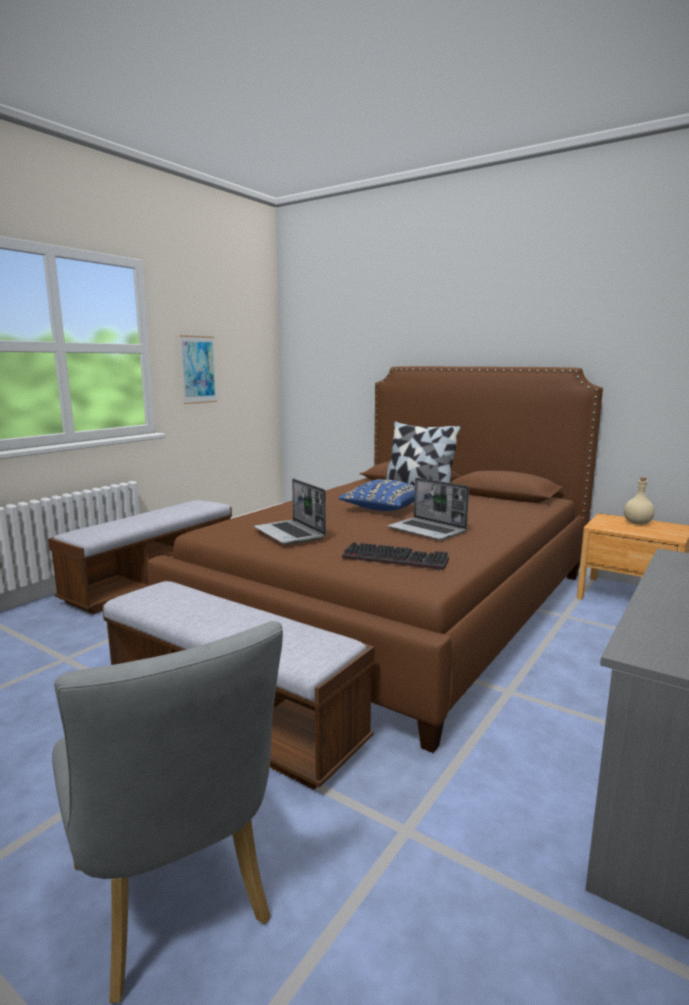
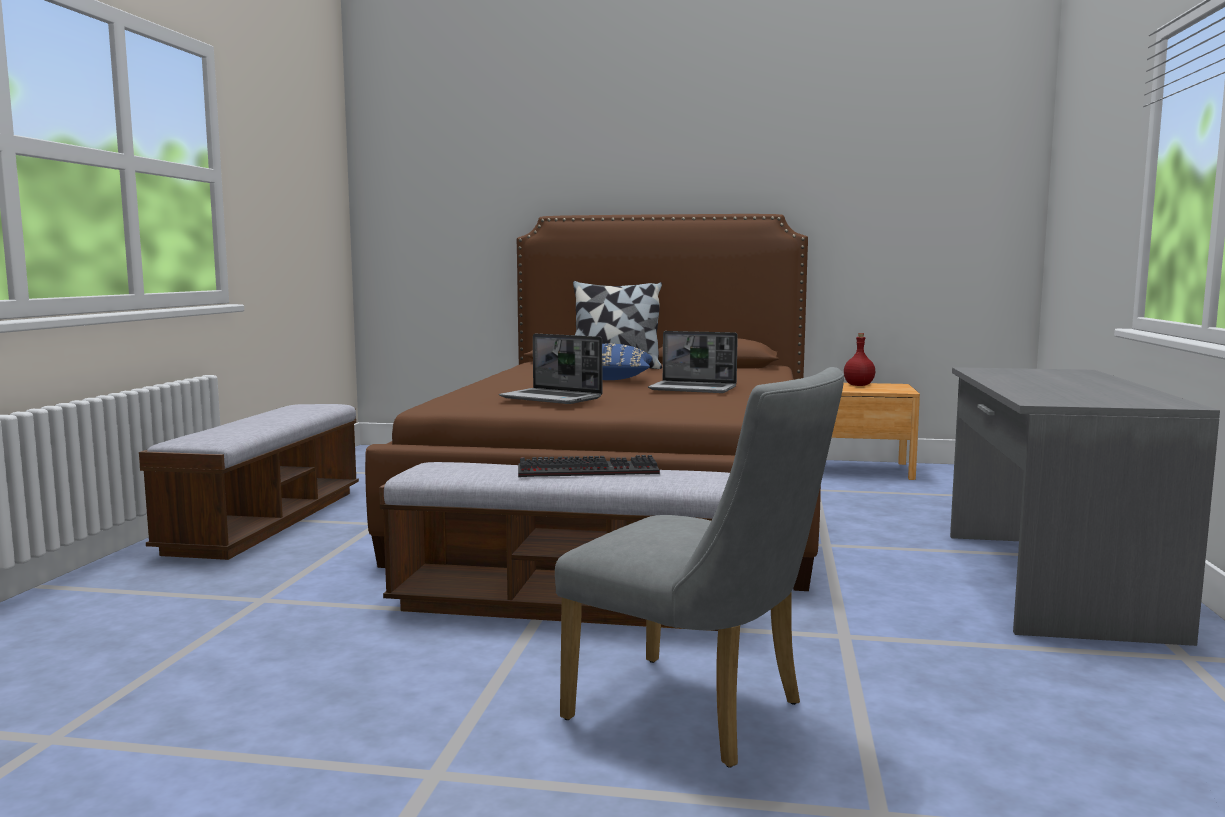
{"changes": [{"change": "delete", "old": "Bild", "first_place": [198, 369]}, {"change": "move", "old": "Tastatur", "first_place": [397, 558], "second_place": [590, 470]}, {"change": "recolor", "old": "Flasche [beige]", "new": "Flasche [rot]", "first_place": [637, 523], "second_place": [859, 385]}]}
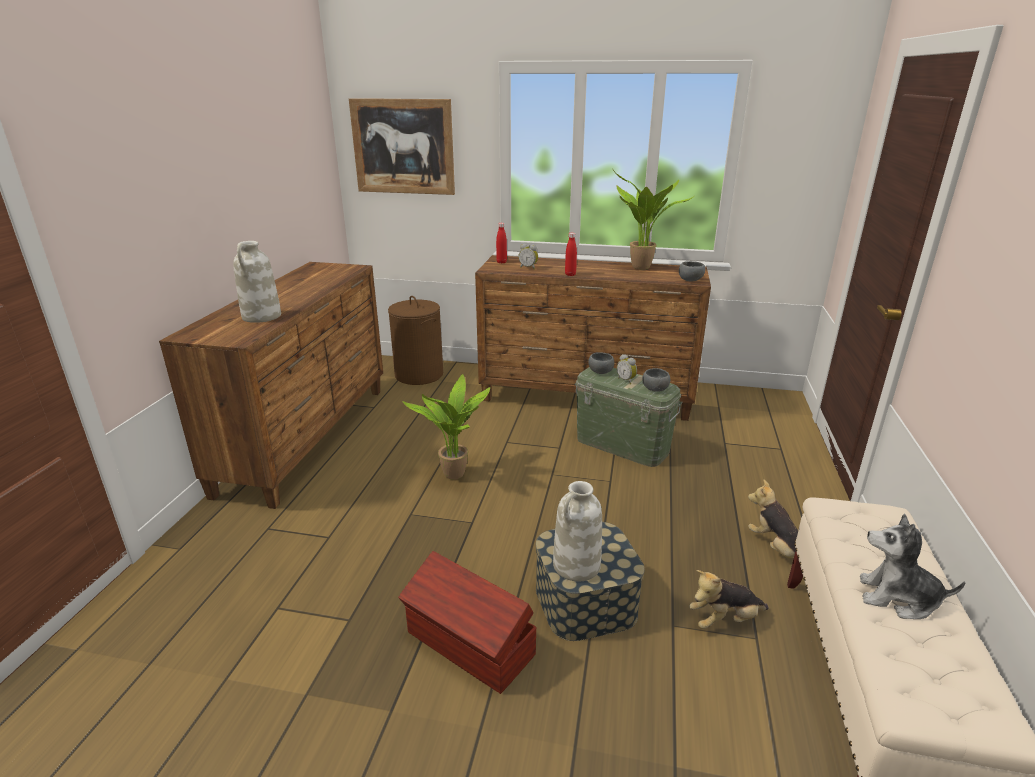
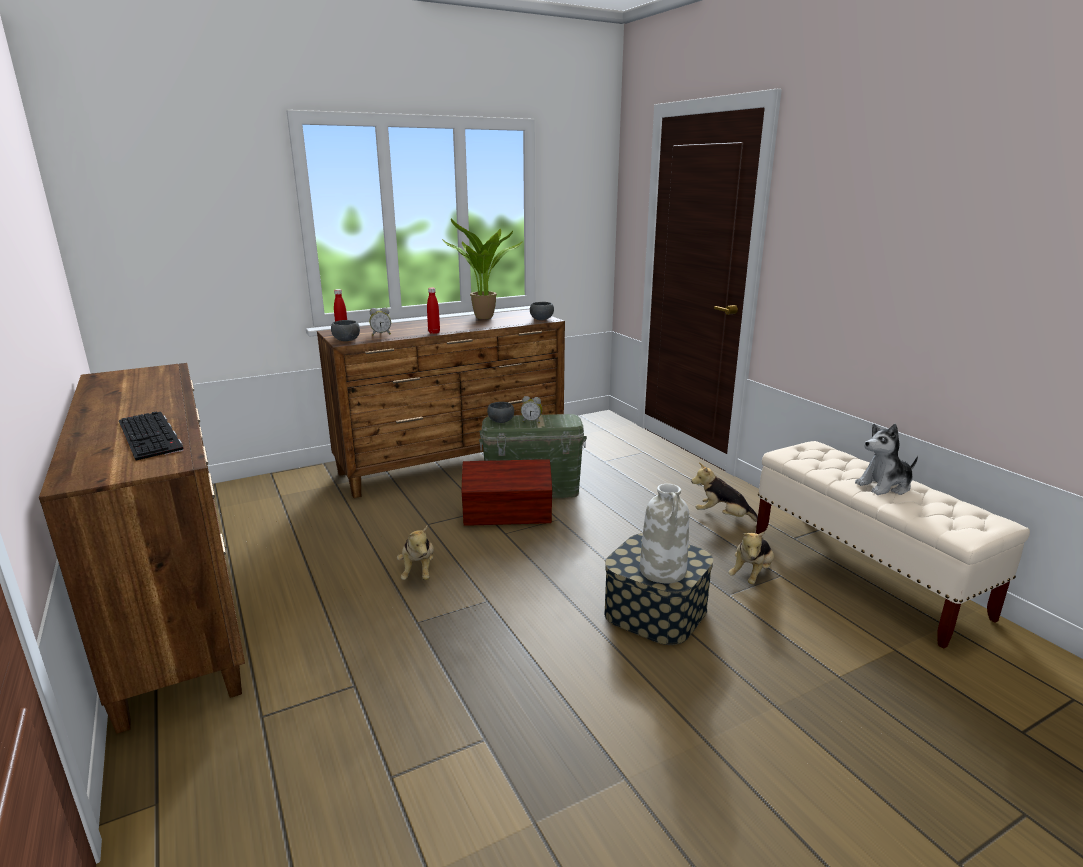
{"changes": [{"change": "delete", "old": "Bild", "first_place": [403, 147]}, {"change": "delete", "old": "Wäschekorb [braun]", "first_place": [419, 375]}, {"change": "move", "old": "Aufbewahrungsbox [braun]", "first_place": [470, 645], "second_place": [508, 515]}, {"change": "move", "old": "Schüssel [grau]", "first_place": [654, 389], "second_place": [346, 340]}, {"change": "replace", "old": "Vase [weiß]", "new": "Tastatur", "first_place": [262, 316], "second_place": [152, 435]}, {"change": "replace", "old": "Topfpflanze", "new": "Plüschtier", "first_place": [456, 476], "second_place": [418, 571]}]}
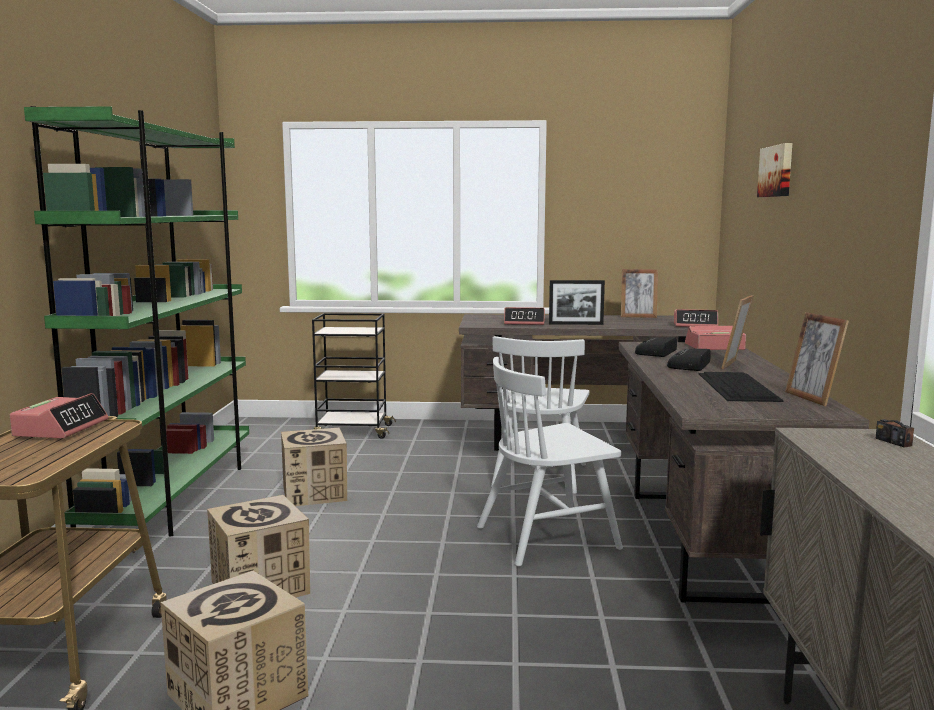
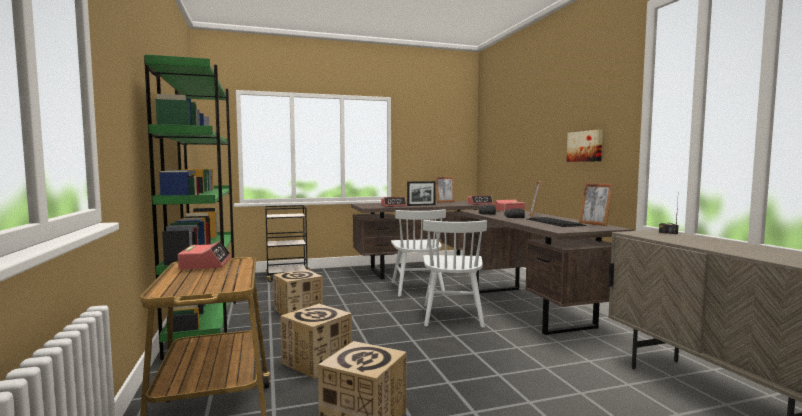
{"changes": [{"change": "move", "old": "Bild", "first_place": [777, 171], "second_place": [585, 146]}, {"change": "rotate", "old": "Stuhl [weiß]", "first_place": [547, 537], "second_place": [452, 315], "degrees": -45}]}
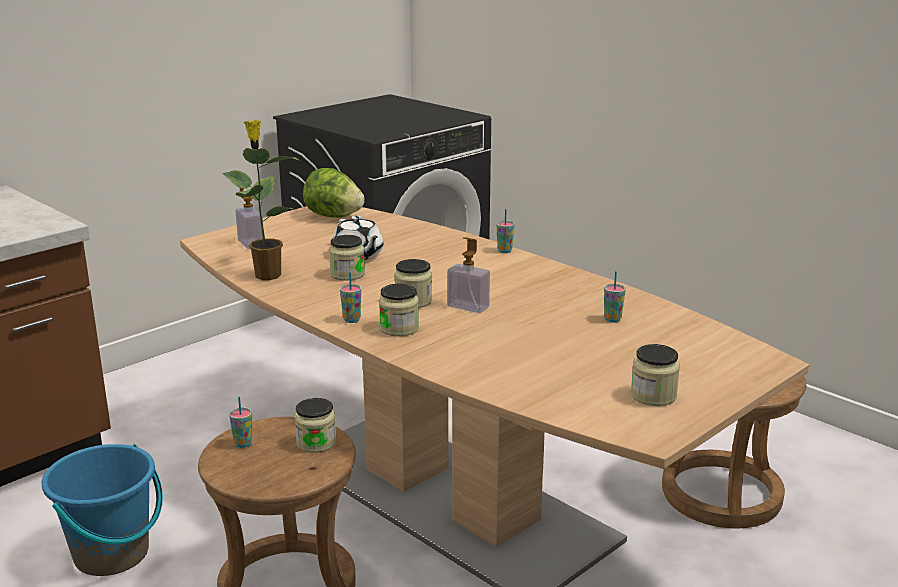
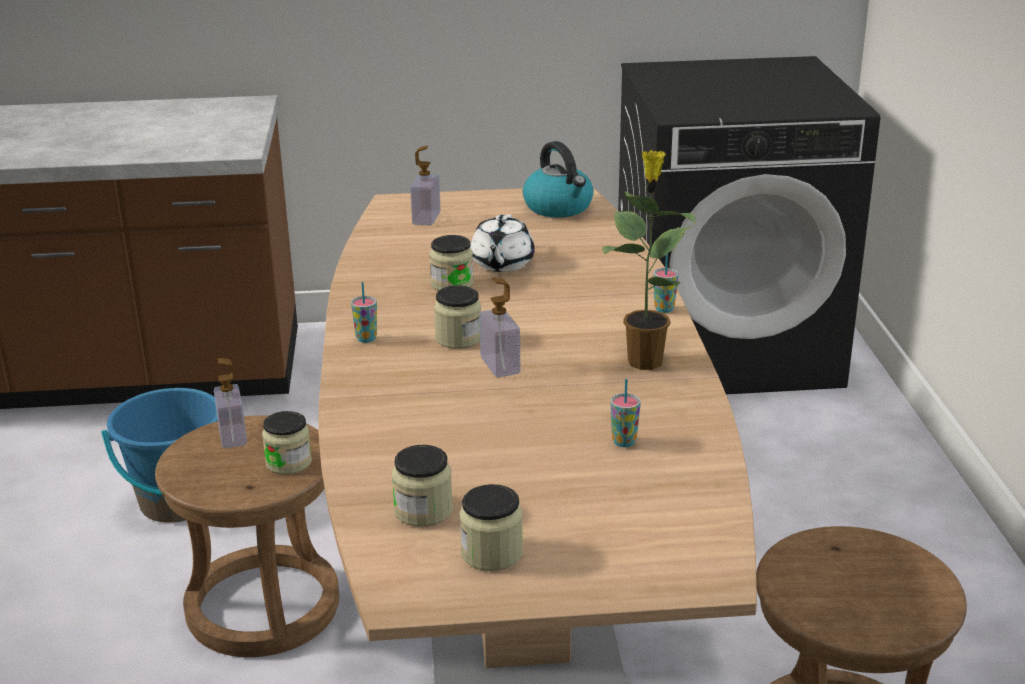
{"changes": [{"change": "move", "old": "Topfpflanze", "first_place": [267, 275], "second_place": [645, 360]}, {"change": "move", "old": "Vorratsglas", "first_place": [399, 328], "second_place": [423, 511]}, {"change": "replace", "old": "Tasse", "new": "Seifenspender", "first_place": [243, 444], "second_place": [233, 436]}, {"change": "replace", "old": "Salatkopf", "new": "Wasserkessel", "first_place": [333, 216], "second_place": [559, 207]}]}
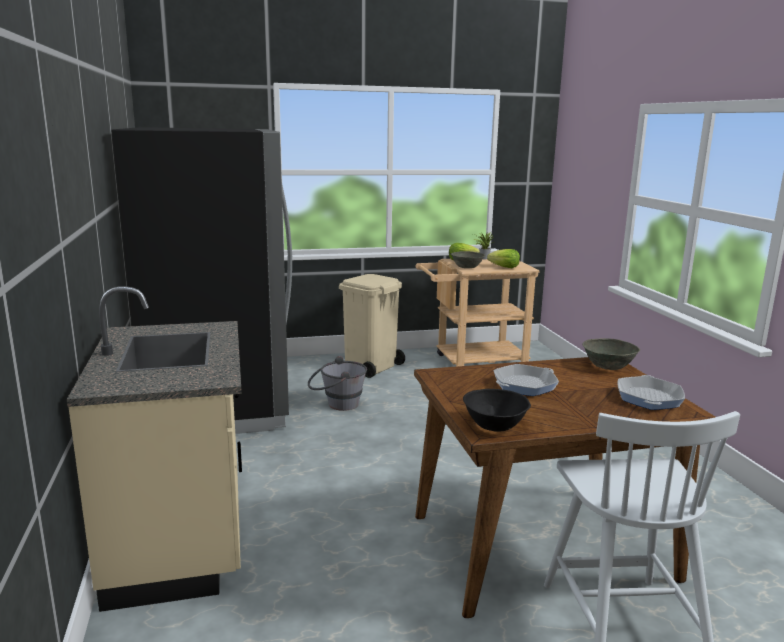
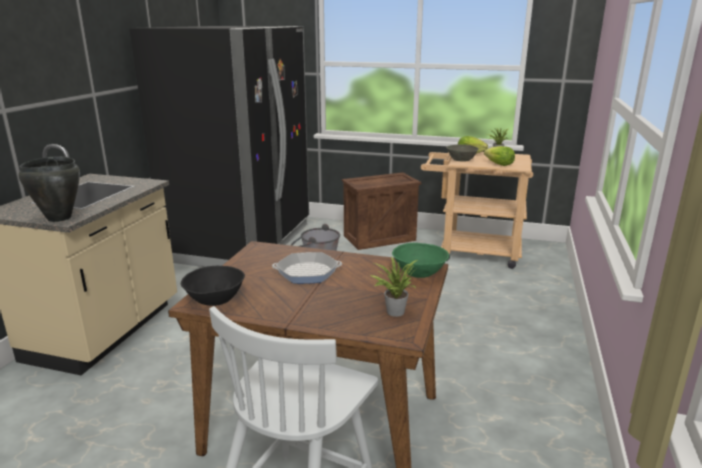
{"changes": [{"change": "insert", "new": "Kochtopf [schwarz]", "second_place": [58, 218]}, {"change": "replace", "old": "Mülleimer [beige]", "new": "Kiste", "first_place": [370, 367], "second_place": [379, 238]}, {"change": "replace", "old": "Pfanne", "new": "Topfpflanze", "first_place": [649, 398], "second_place": [393, 311]}, {"change": "recolor", "old": "Schüssel [grau]", "new": "Schüssel [grün]", "first_place": [608, 365], "second_place": [419, 272]}]}
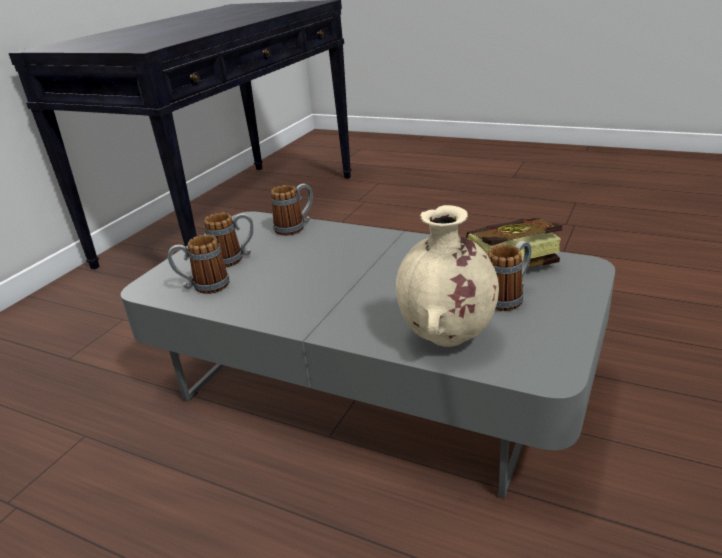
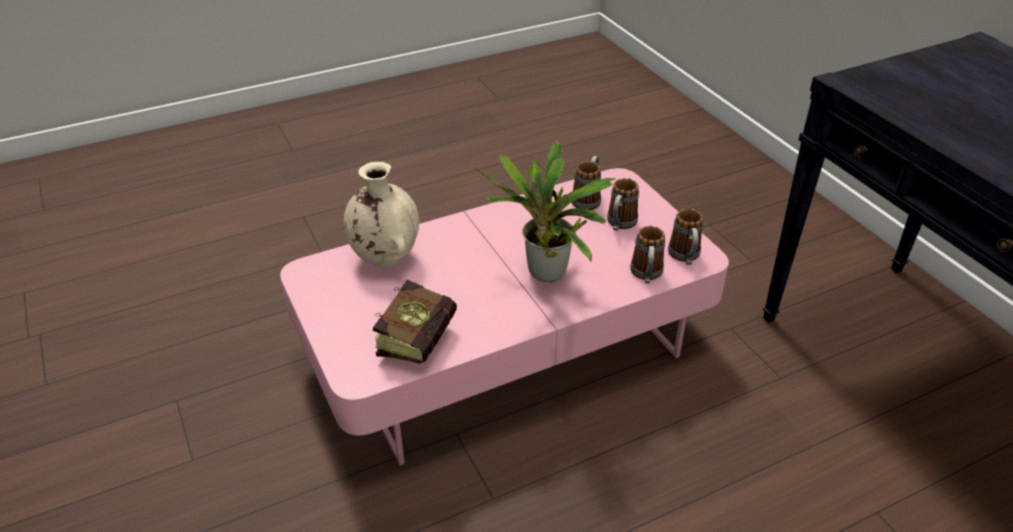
{"changes": [{"change": "insert", "new": "Topfpflanze", "second_place": [547, 276]}, {"change": "move", "old": "Henkelbecher", "first_place": [508, 297], "second_place": [685, 257]}, {"change": "recolor", "old": "Couchtisch [grau]", "new": "Couchtisch [rosa]", "first_place": [370, 380], "second_place": [506, 348]}]}
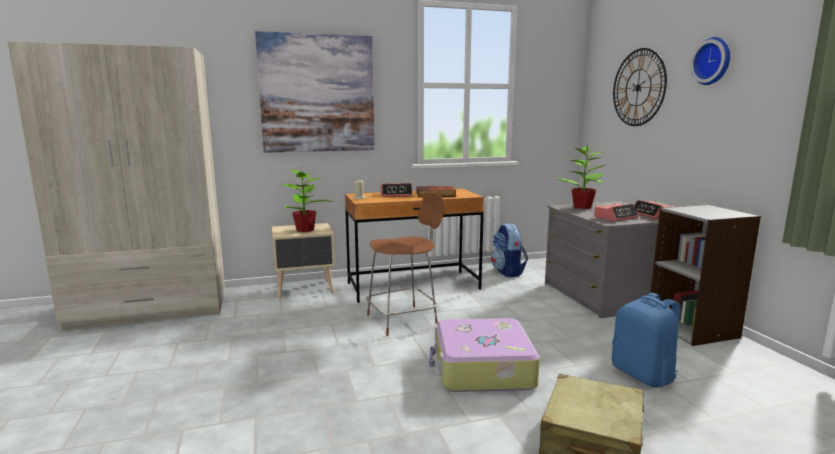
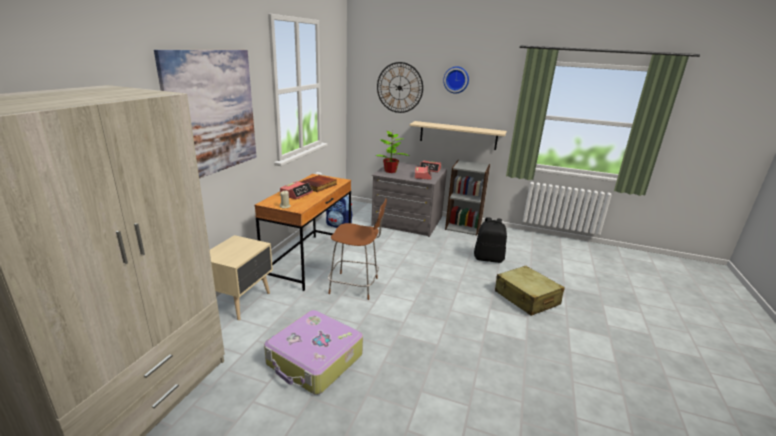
{"changes": [{"change": "delete", "old": "Topfpflanze", "first_place": [305, 230]}, {"change": "insert", "new": "Wandregal [beige]", "second_place": [458, 135]}, {"change": "move", "old": "Koffer", "first_place": [481, 368], "second_place": [315, 360]}, {"change": "recolor", "old": "Rucksack [blau]", "new": "Rucksack [schwarz]", "first_place": [644, 375], "second_place": [488, 258]}, {"change": "rotate", "old": "Stuhl [braun]", "first_place": [404, 319], "second_place": [356, 286], "degrees": 90}]}
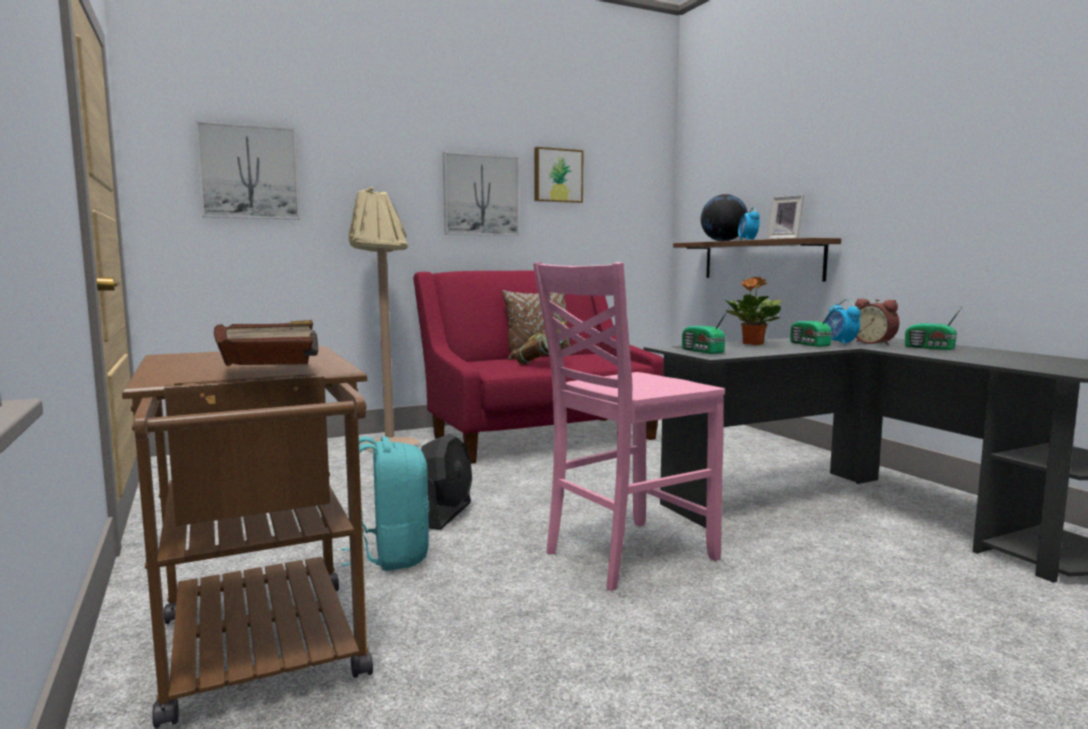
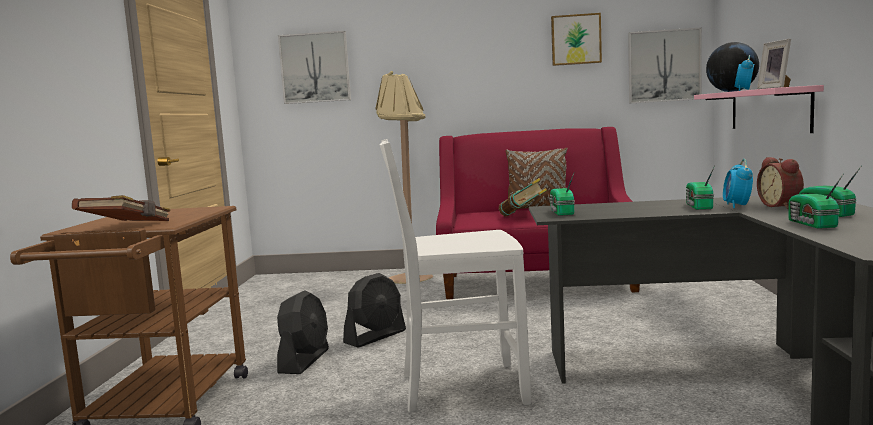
{"changes": [{"change": "delete", "old": "Topfpflanze", "first_place": [752, 344]}, {"change": "insert", "new": "Radio", "second_place": [811, 224]}, {"change": "move", "old": "Bild", "first_place": [481, 195], "second_place": [664, 66]}, {"change": "replace", "old": "Rucksack [türkis]", "new": "Ventilator [schwarz]", "first_place": [391, 555], "second_place": [304, 361]}, {"change": "recolor", "old": "Stuhl [rosa]", "new": "Stuhl [weiß]", "first_place": [625, 555], "second_place": [460, 388]}, {"change": "recolor", "old": "Wandregal [braun]", "new": "Wandregal [rosa]", "first_place": [761, 260], "second_place": [768, 110]}]}
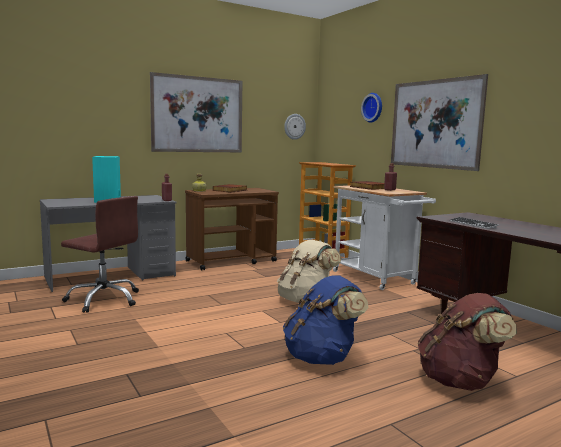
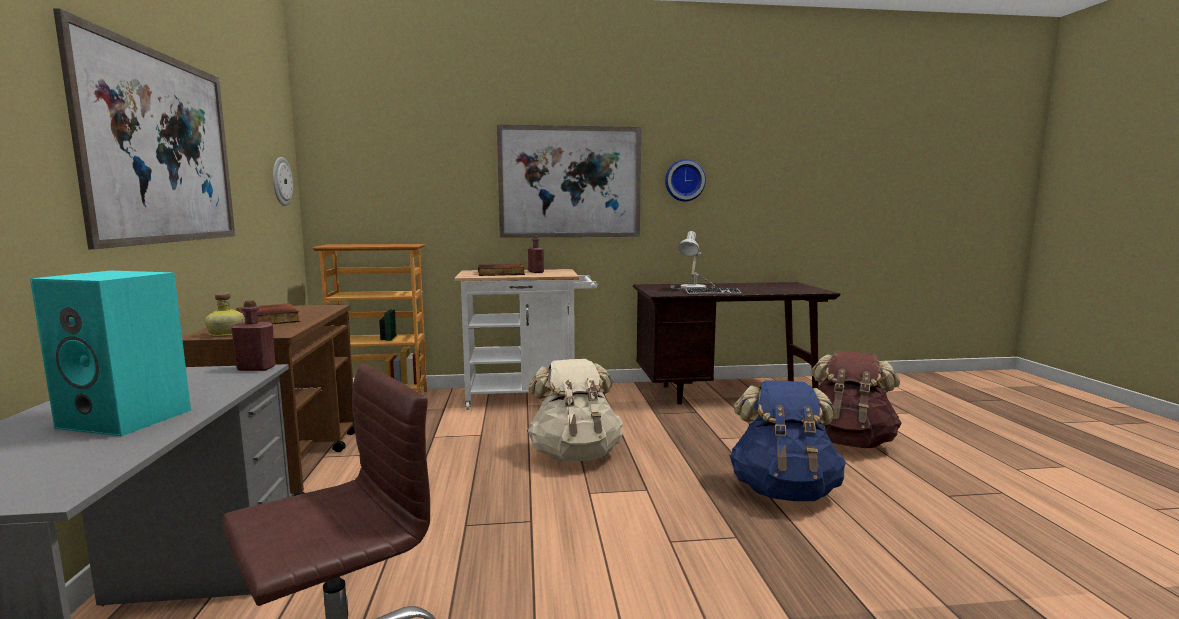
{"changes": [{"change": "insert", "new": "Tischlampe", "second_place": [695, 287]}, {"change": "move", "old": "Wanduhr", "first_place": [373, 107], "second_place": [684, 180]}]}
